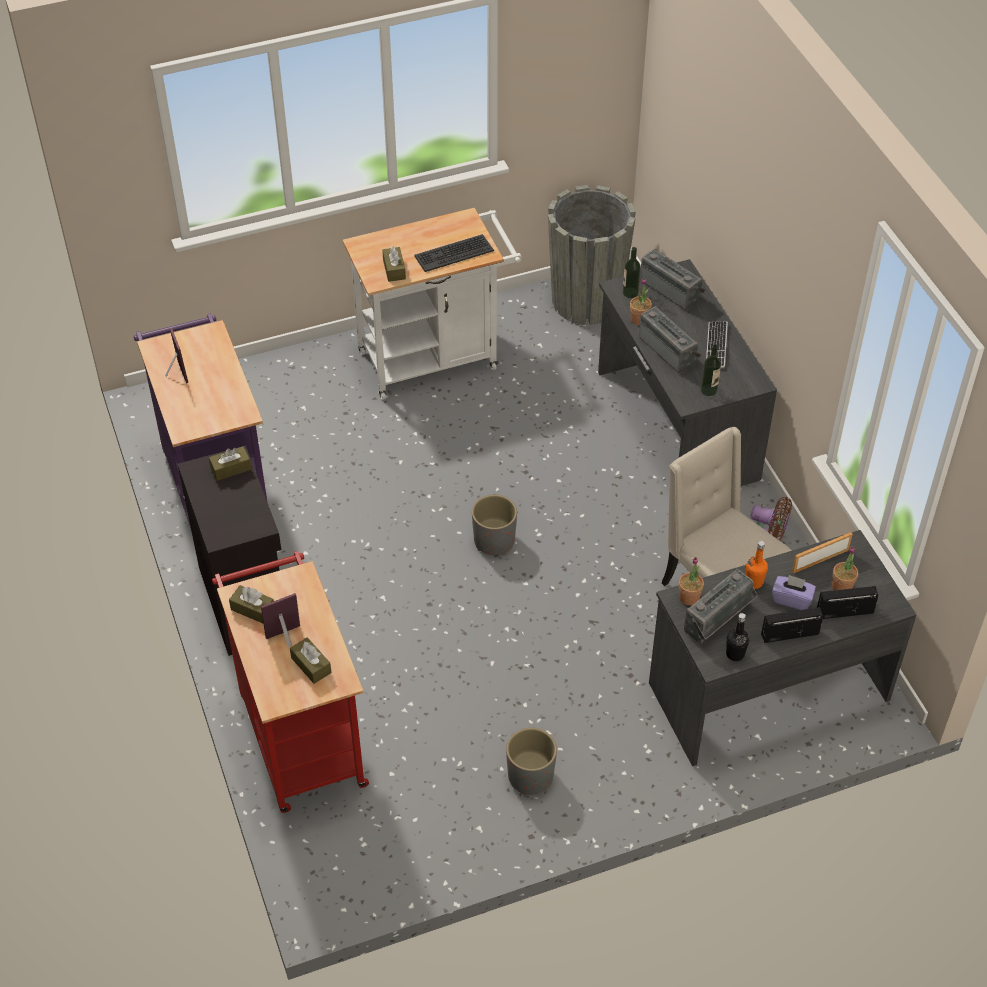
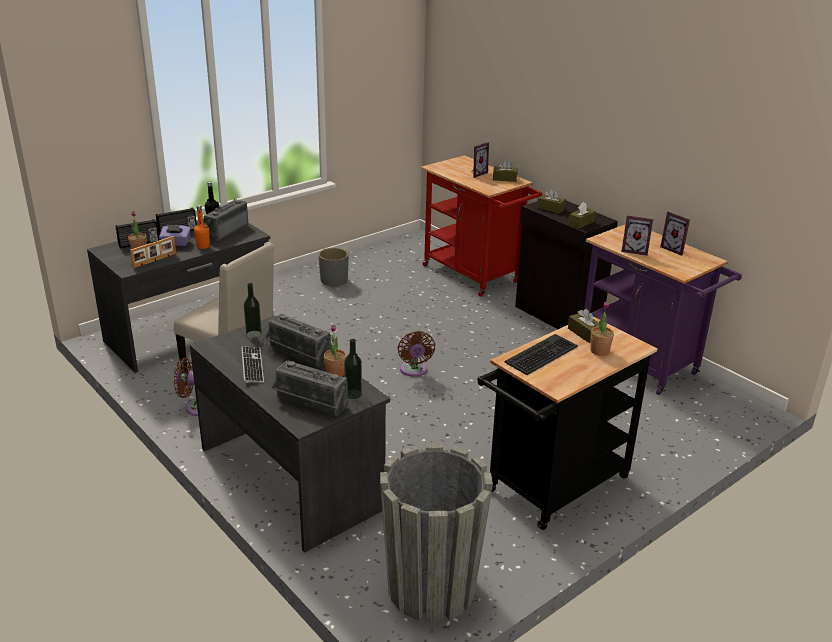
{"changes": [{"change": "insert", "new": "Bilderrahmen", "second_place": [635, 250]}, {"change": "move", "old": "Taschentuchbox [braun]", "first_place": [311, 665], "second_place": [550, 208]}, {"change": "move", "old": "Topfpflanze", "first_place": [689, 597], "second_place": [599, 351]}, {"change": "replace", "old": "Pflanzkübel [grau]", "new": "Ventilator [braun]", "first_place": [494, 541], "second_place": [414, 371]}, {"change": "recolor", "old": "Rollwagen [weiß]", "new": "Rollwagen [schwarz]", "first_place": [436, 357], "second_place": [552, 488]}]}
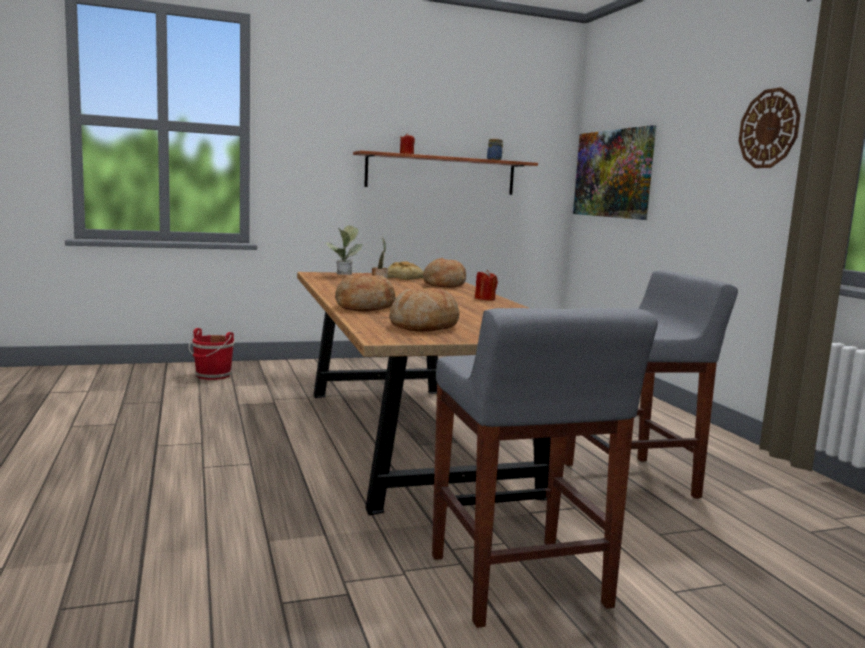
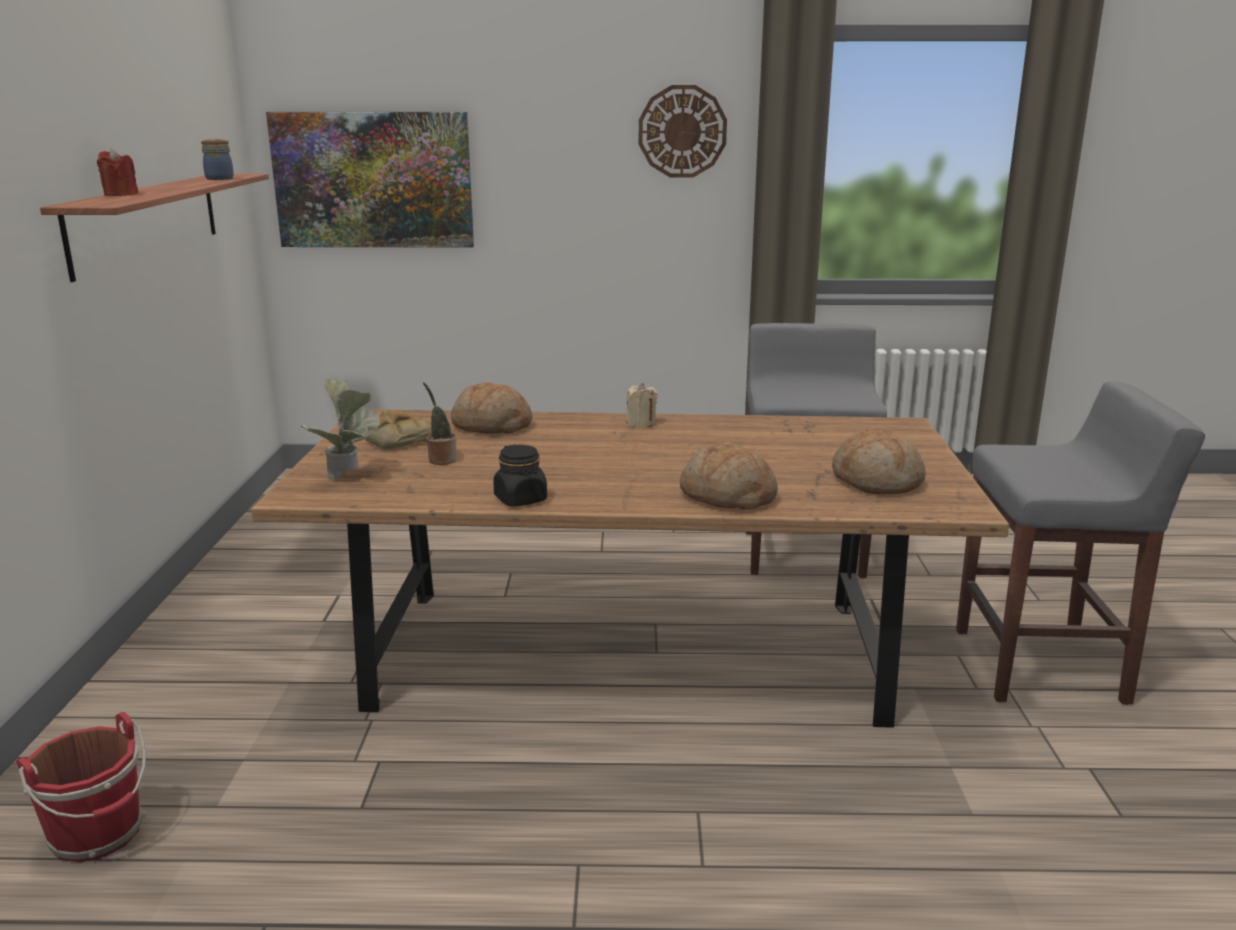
{"changes": [{"change": "insert", "new": "Vorratsglas [schwarz]", "second_place": [521, 499]}, {"change": "recolor", "old": "Kerze [rot]", "new": "Kerze [beige]", "first_place": [485, 299], "second_place": [641, 423]}]}
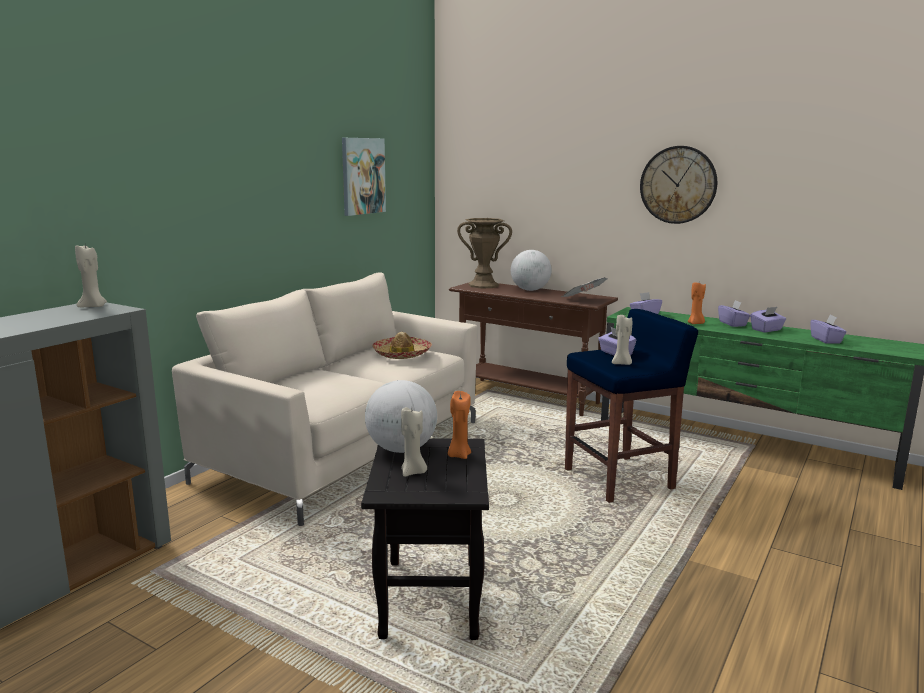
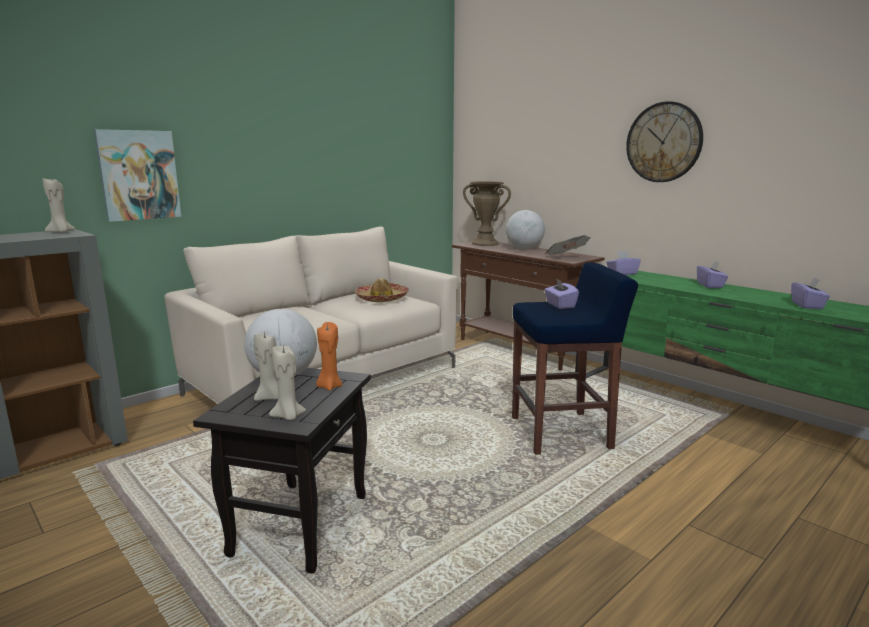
{"changes": [{"change": "delete", "old": "Kerze [orange]", "first_place": [695, 323]}, {"change": "delete", "old": "Taschentuchbox [lila]", "first_place": [767, 330]}, {"change": "move", "old": "Bild", "first_place": [362, 176], "second_place": [139, 175]}, {"change": "move", "old": "Kerze [beige]", "first_place": [622, 364], "second_place": [288, 416]}]}
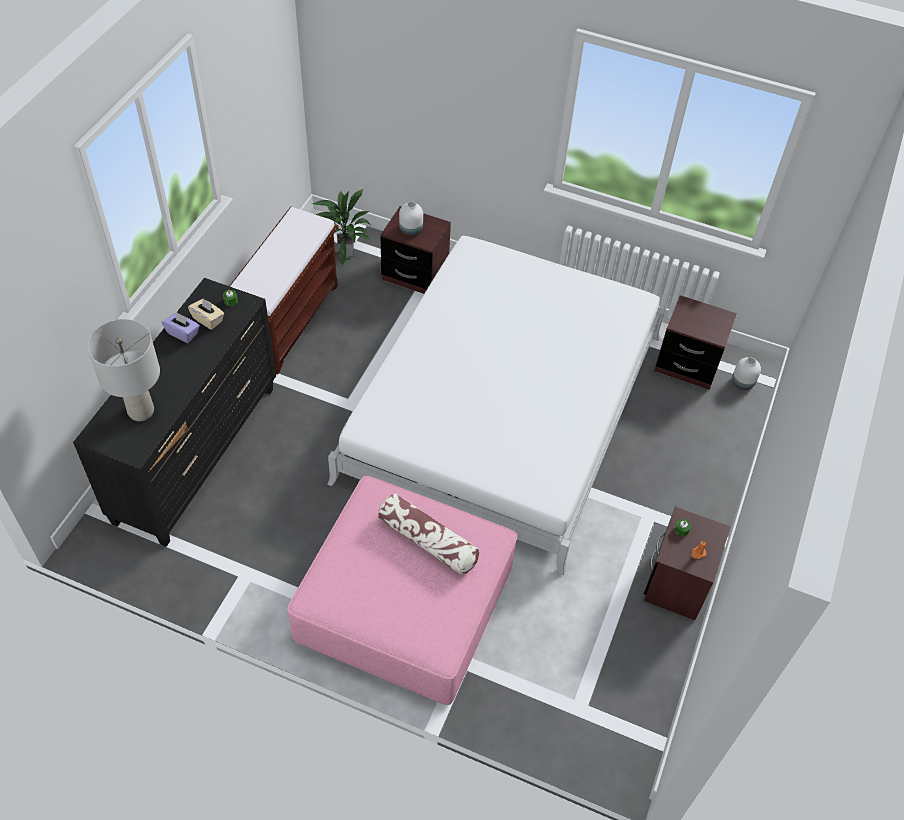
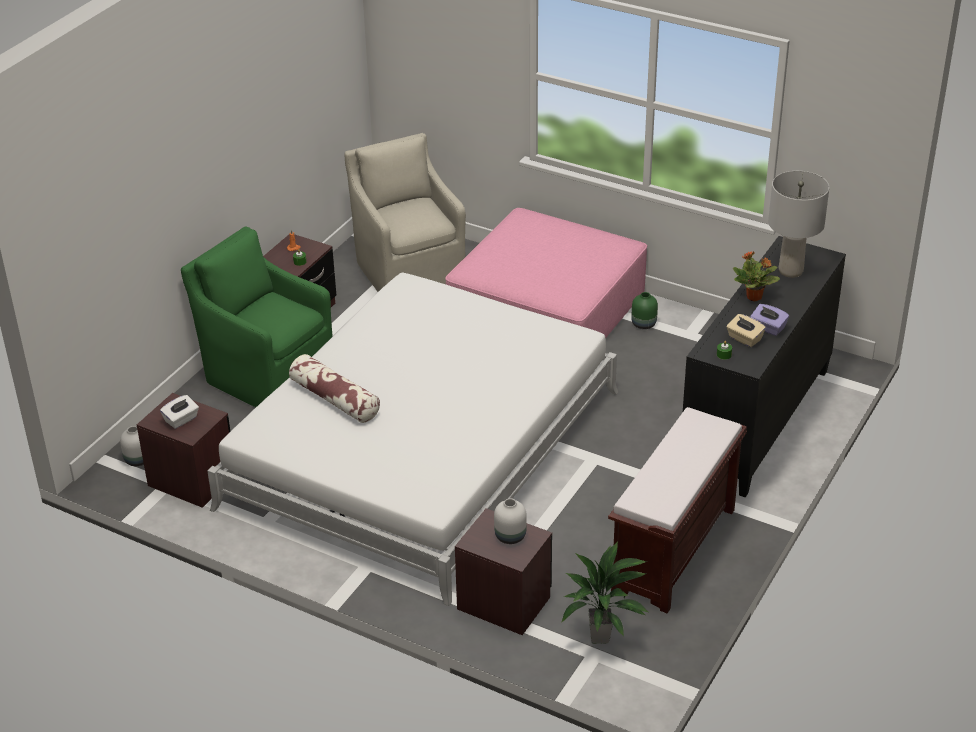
{"changes": [{"change": "insert", "new": "Taschentuchbox [weiß]", "second_place": [181, 420]}, {"change": "insert", "new": "Sessel [grün]", "second_place": [267, 375]}, {"change": "insert", "new": "Sessel [beige]", "second_place": [409, 271]}, {"change": "insert", "new": "Vase [grün]", "second_place": [643, 324]}, {"change": "insert", "new": "Topfpflanze", "second_place": [754, 297]}, {"change": "move", "old": "Kissen", "first_place": [428, 541], "second_place": [334, 399]}]}
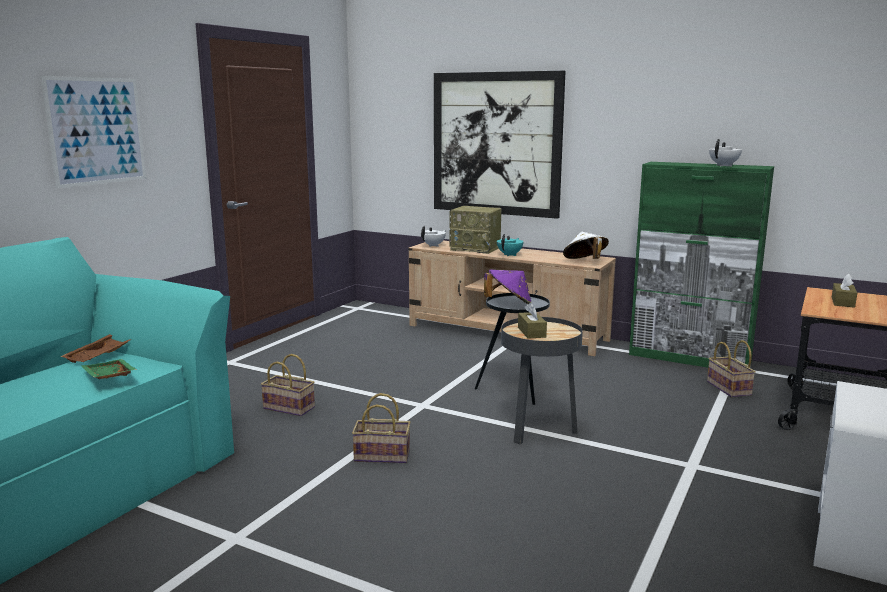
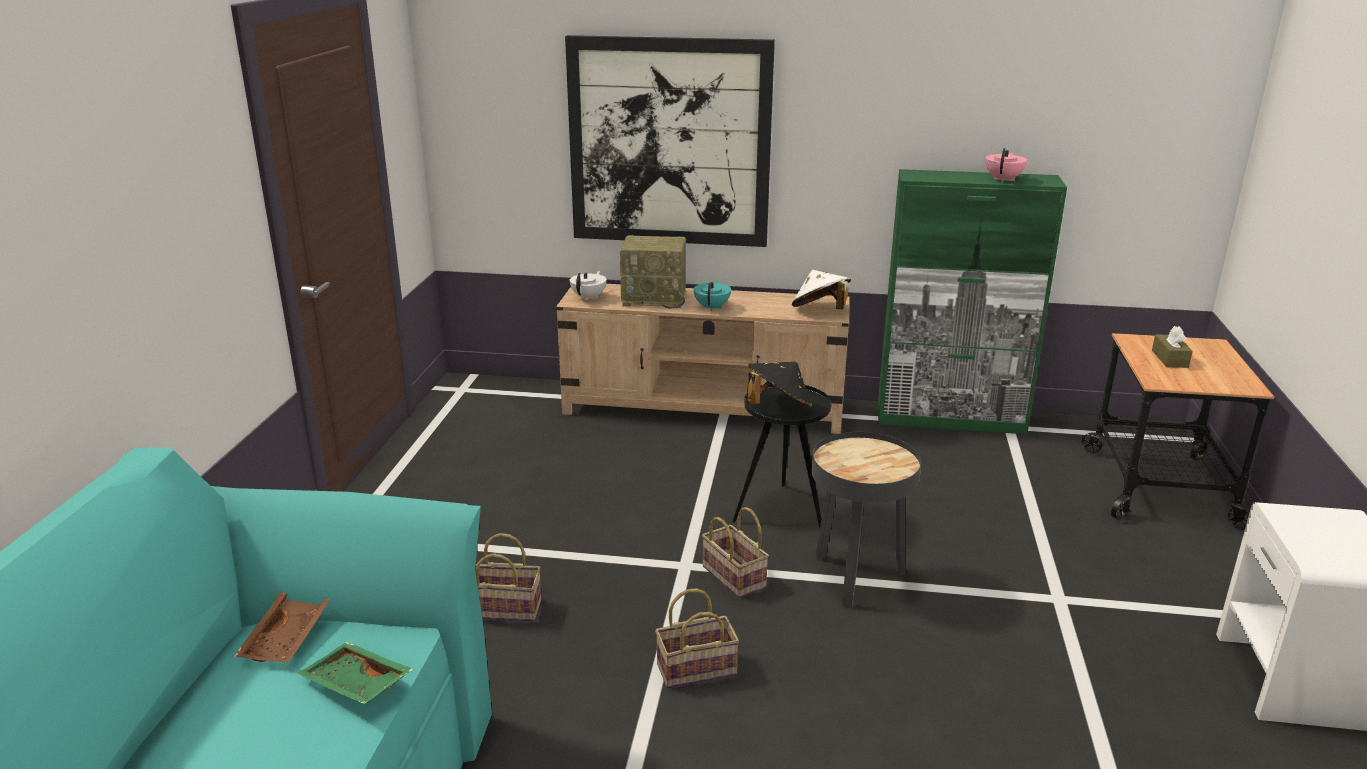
{"changes": [{"change": "delete", "old": "Bild", "first_place": [96, 131]}, {"change": "delete", "old": "Taschentuchbox [braun]", "first_place": [531, 332]}, {"change": "move", "old": "Korb", "first_place": [727, 388], "second_place": [731, 576]}, {"change": "recolor", "old": "Hut [lila]", "new": "Hut [schwarz]", "first_place": [509, 304], "second_place": [778, 407]}, {"change": "recolor", "old": "Teekanne [weiß]", "new": "Teekanne [rosa]", "first_place": [724, 165], "second_place": [1004, 179]}]}
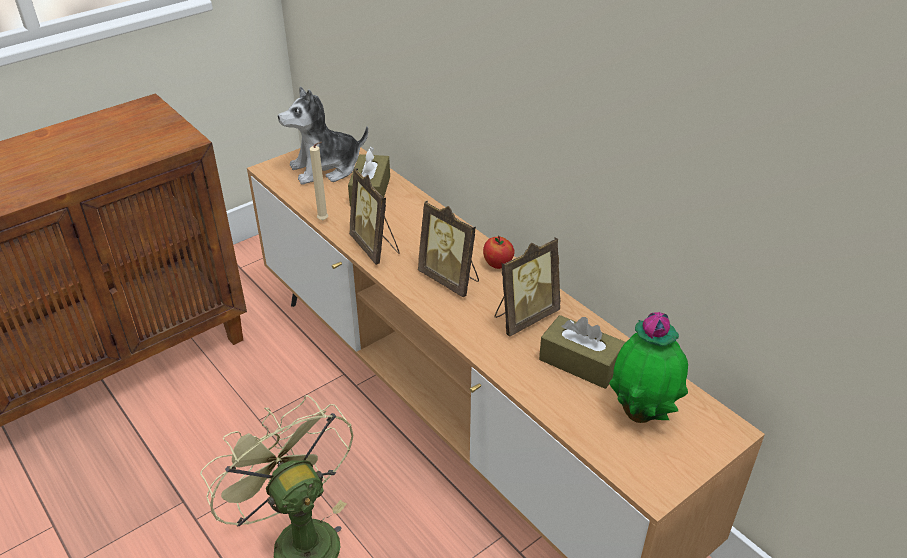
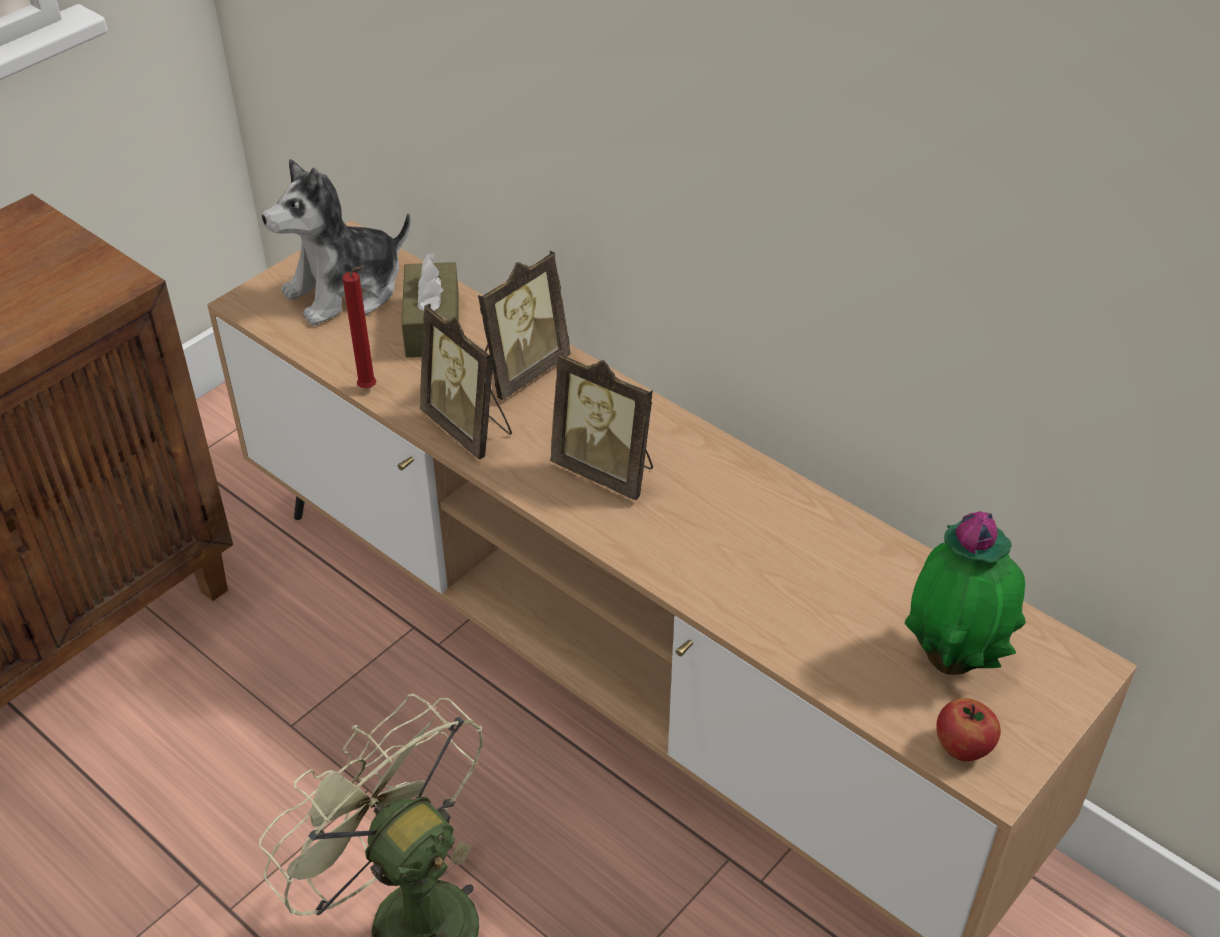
{"changes": [{"change": "delete", "old": "Taschentuchbox [braun]", "first_place": [580, 362]}, {"change": "move", "old": "Apfel", "first_place": [498, 264], "second_place": [962, 748]}, {"change": "move", "old": "Bilderrahmen", "first_place": [524, 317], "second_place": [520, 371]}, {"change": "recolor", "old": "Kerze [beige]", "new": "Kerze [rot]", "first_place": [324, 221], "second_place": [370, 389]}]}
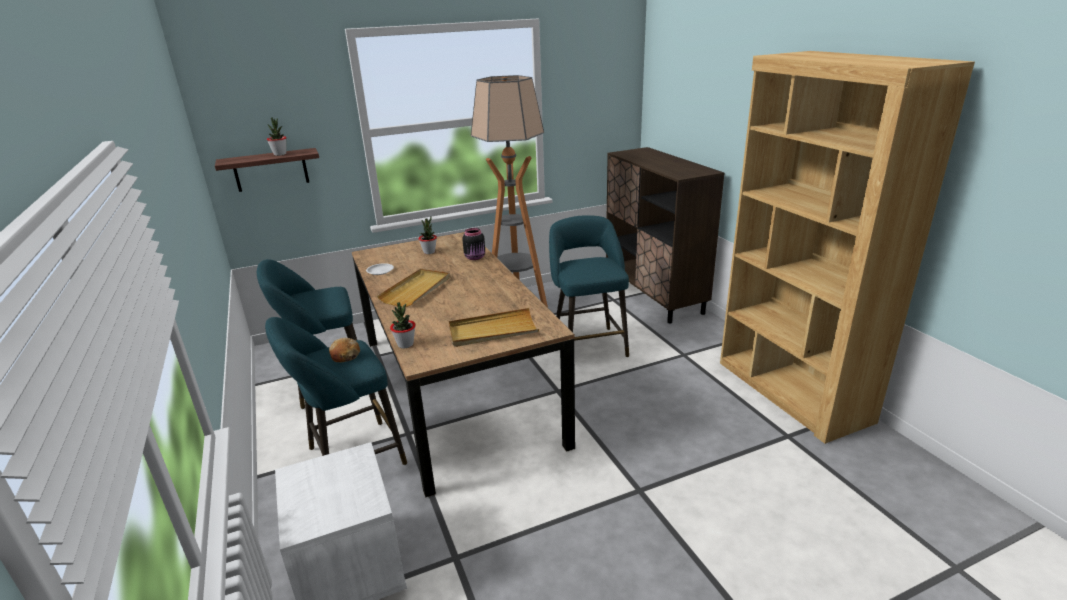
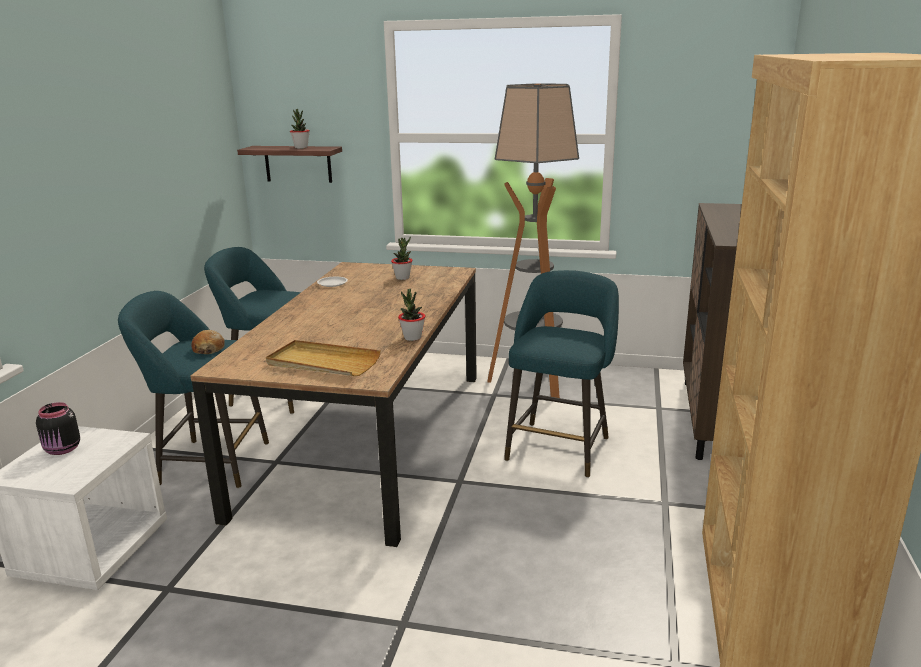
{"changes": [{"change": "delete", "old": "Tablett [beige]", "first_place": [416, 290]}, {"change": "move", "old": "Topfpflanze", "first_place": [405, 344], "second_place": [412, 338]}, {"change": "move", "old": "Vorratsglas [schwarz]", "first_place": [475, 257], "second_place": [63, 450]}]}
